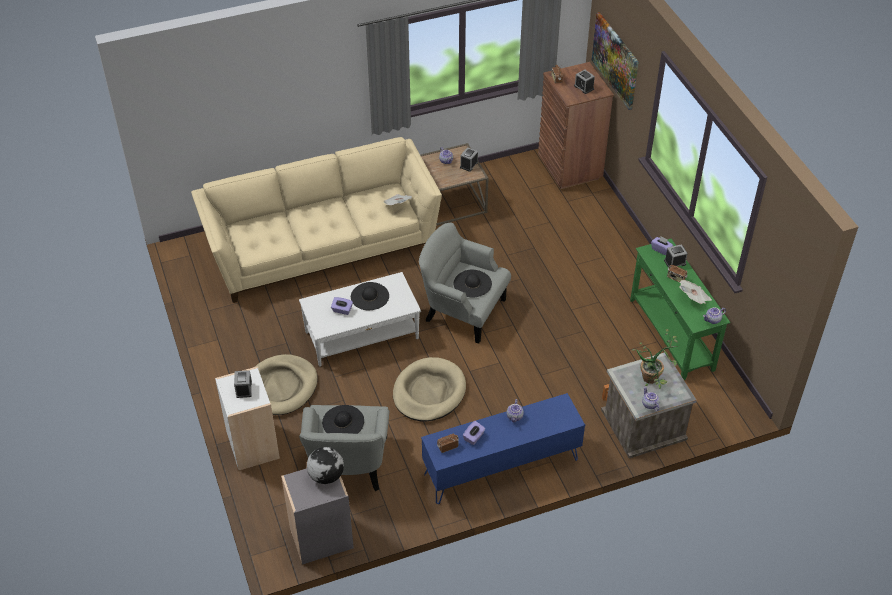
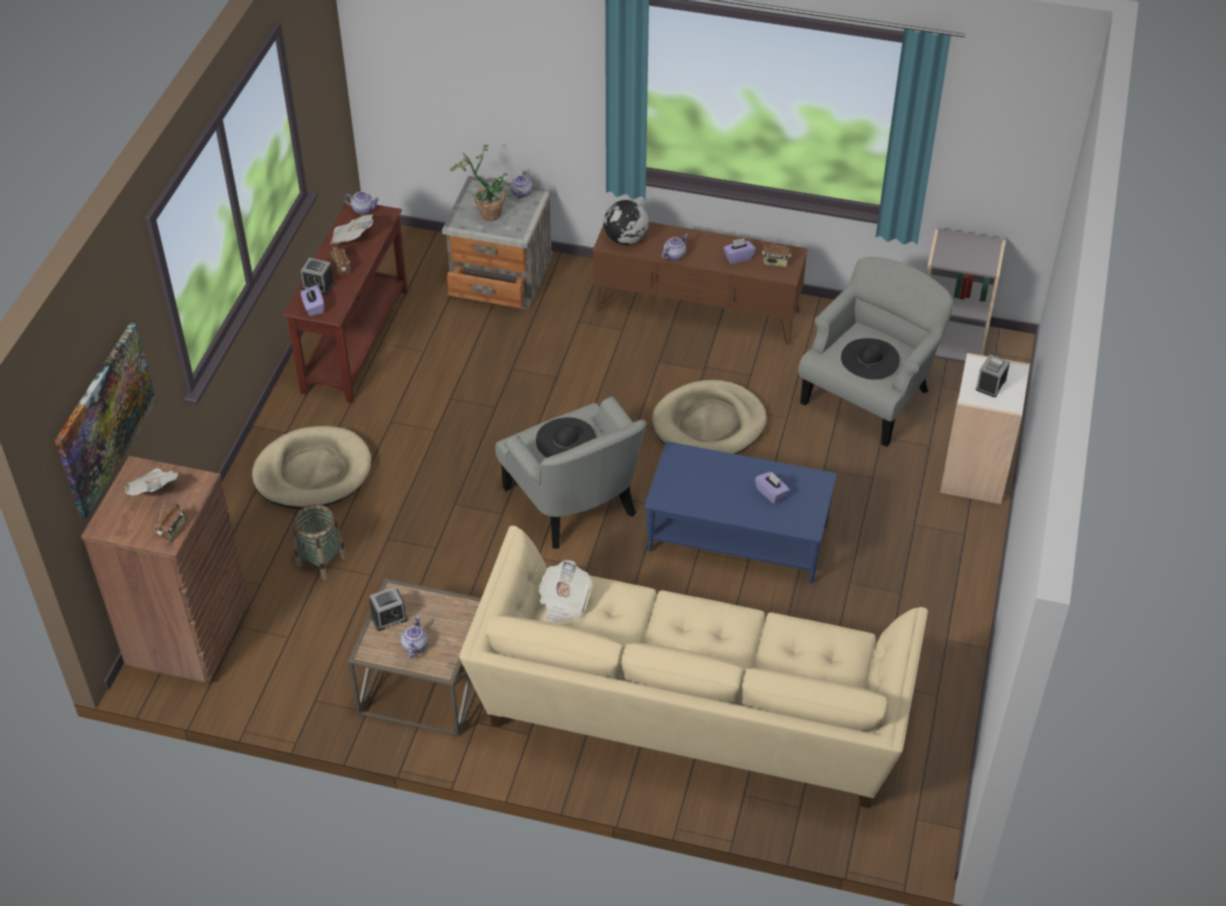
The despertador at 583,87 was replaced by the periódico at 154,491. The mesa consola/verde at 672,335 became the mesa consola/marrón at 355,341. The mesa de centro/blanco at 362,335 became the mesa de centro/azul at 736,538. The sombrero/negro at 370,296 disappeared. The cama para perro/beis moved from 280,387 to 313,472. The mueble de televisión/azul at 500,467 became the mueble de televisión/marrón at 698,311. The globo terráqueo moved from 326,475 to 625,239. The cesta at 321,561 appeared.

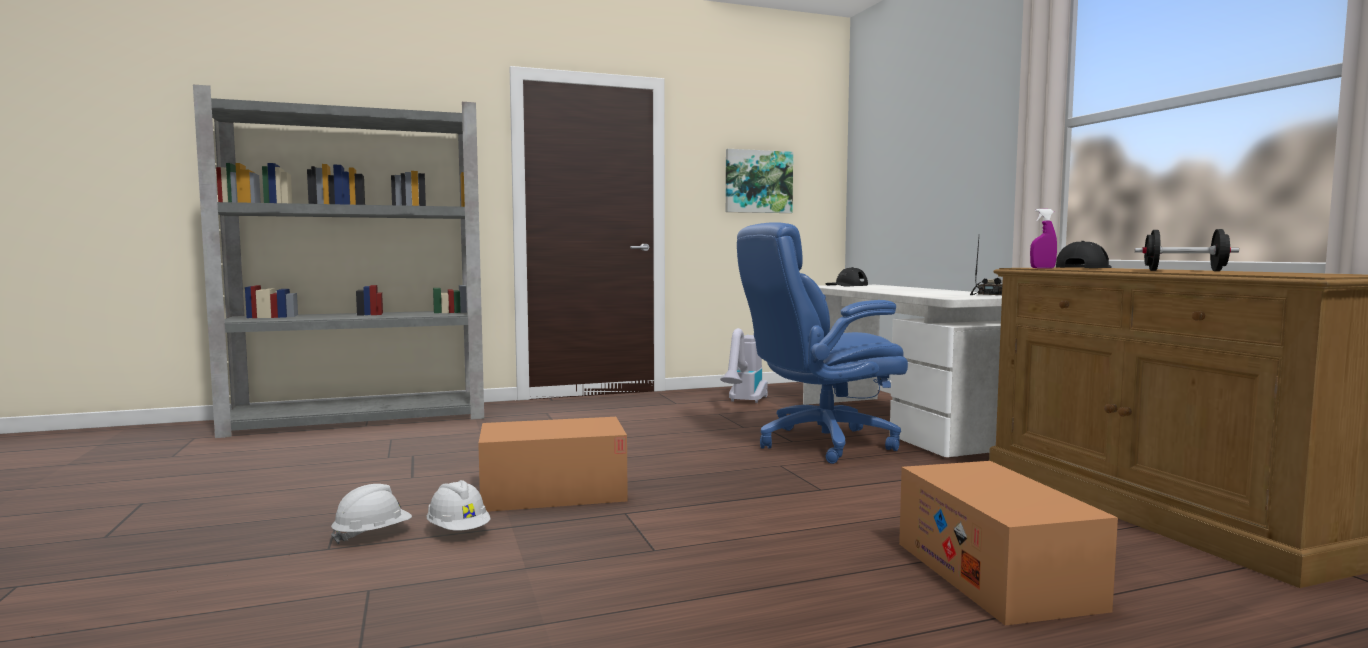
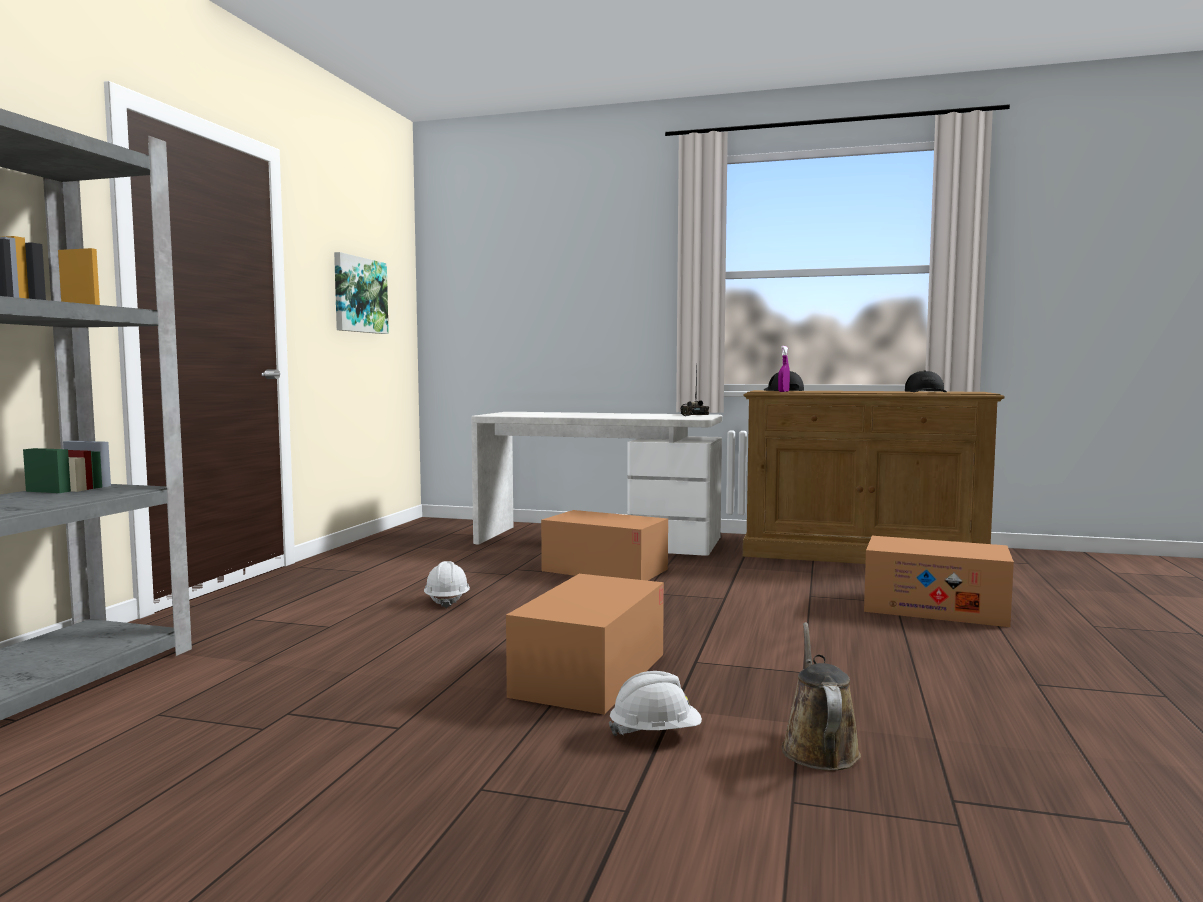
The silla de oficina/azul at 817,443 was replaced by the caja de cartón at 604,570. The mancuerna/negro at 1184,270 disappeared. The gorra/negro moved from 846,285 to 926,391. The aspiradora at 744,402 disappeared. The casco/blanco moved from 372,535 to 447,601. The regadera/marrón at 818,748 appeared.

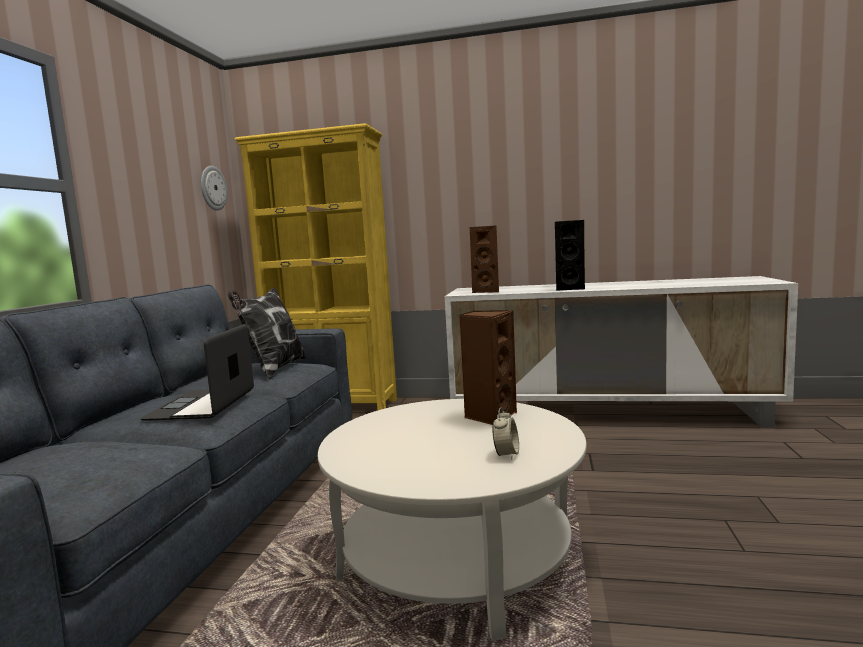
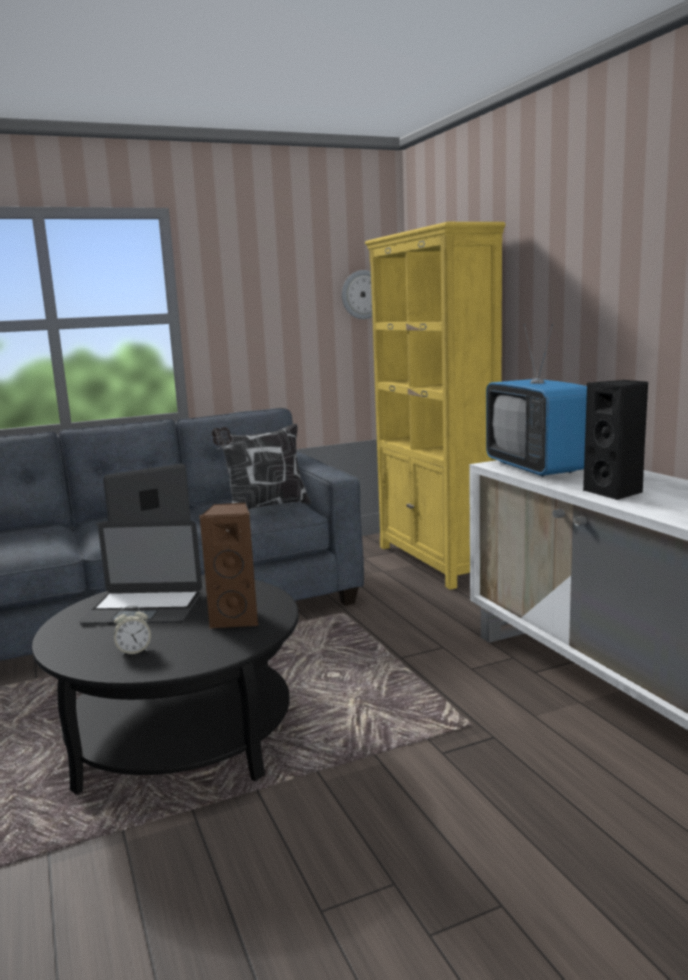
The altavoz/marrón at 488,291 was replaced by the televisor at 537,468. The mesa de centro/blanco at 456,557 became the mesa de centro/negro at 182,735. The portátil at 143,607 appeared.

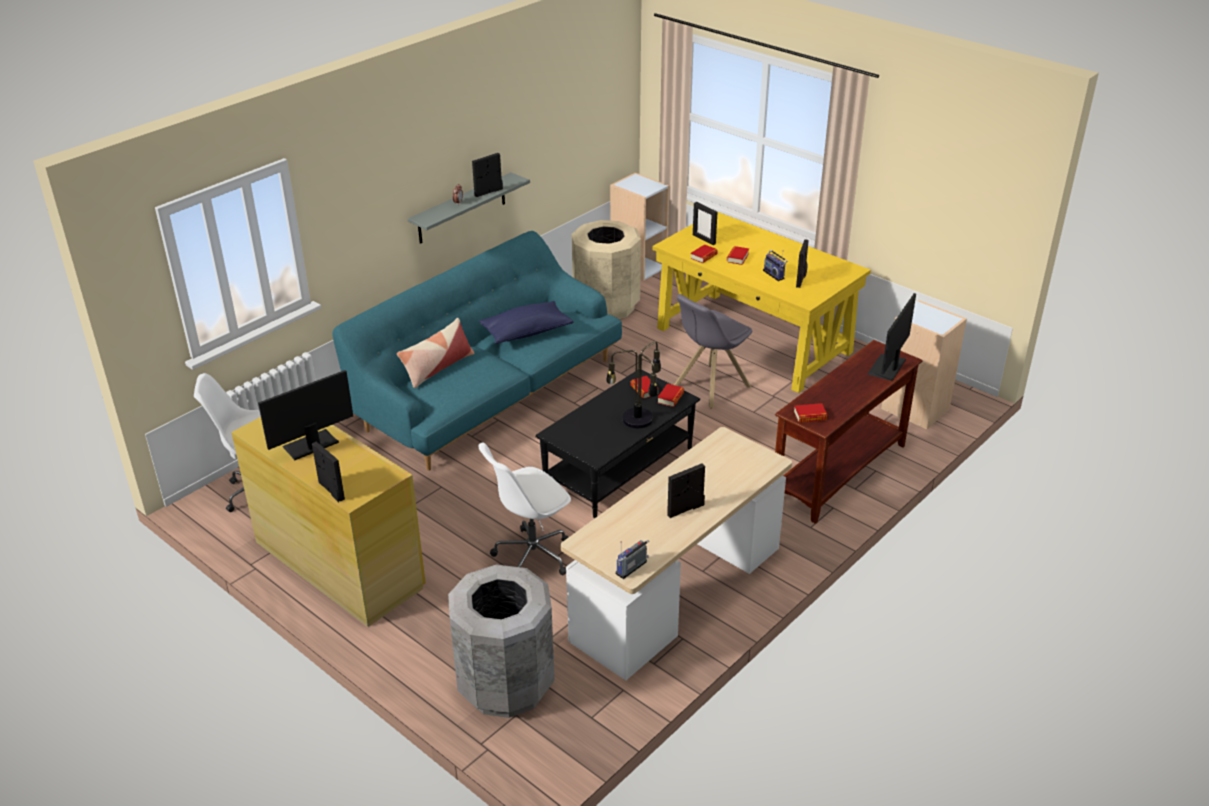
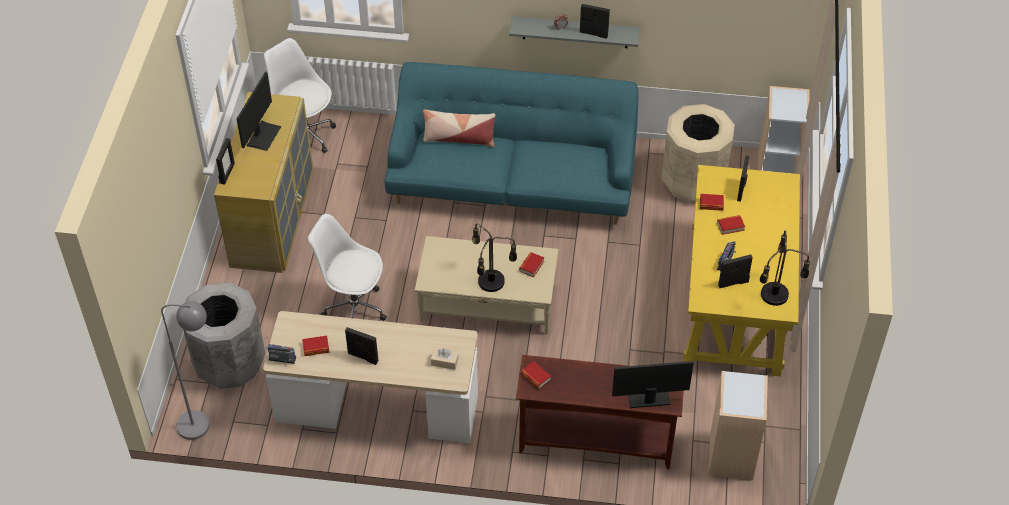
The silla/gris at 710,386 disappeared. The cojín/azul at 526,332 disappeared. The monitor at 310,445 turned 90 degrees clockwise. The mesa de centro/negro at 619,467 became the mesa de centro/beis at 488,304. The libro moved from 670,398 to 316,348. The lámpara de mesa at 775,295 appeared. The lámpara de pie/gris at 203,427 appeared. The caja de pañuelos/beis at 444,362 appeared.

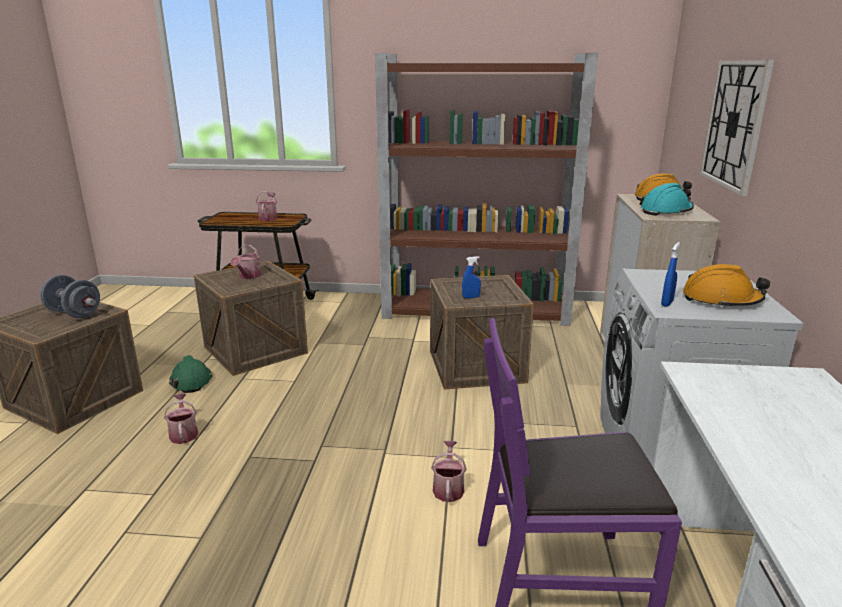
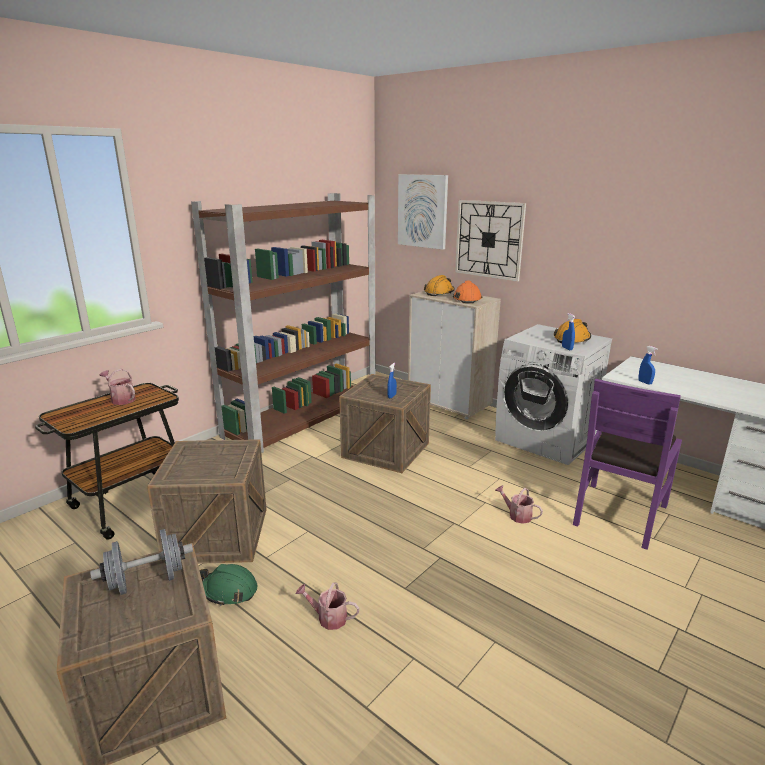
The casco/turquesa at 666,211 became the casco/naranja at 467,299. The regadera at 248,276 disappeared. The cuadro at 422,211 appeared. The pulverizador/azul at 645,382 appeared.

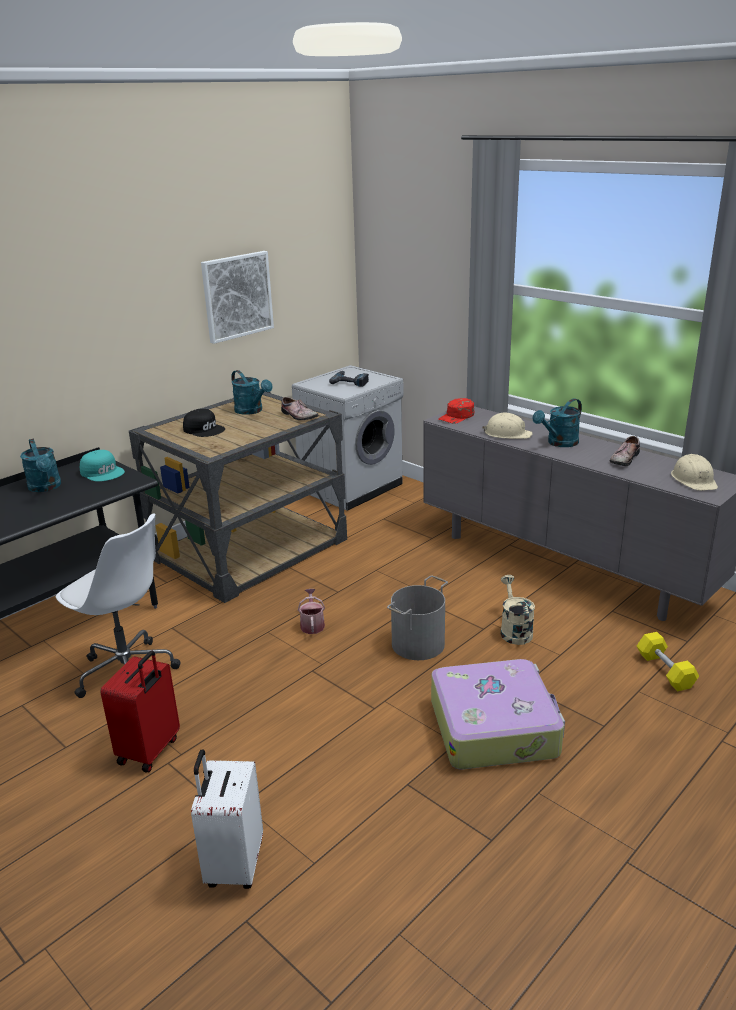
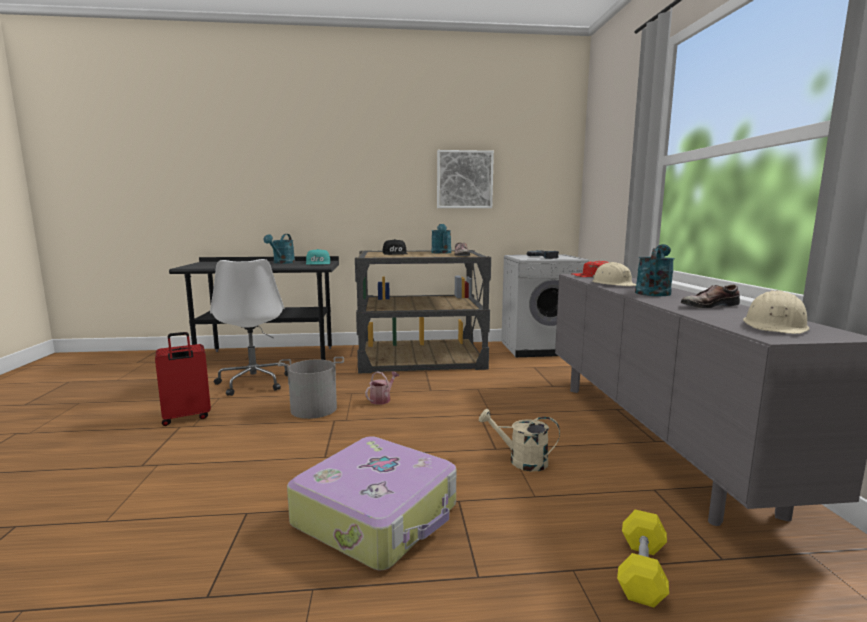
The regadera/turquesa at 559,443 turned 120 degrees clockwise. The cubo/gris moved from 418,644 to 314,409. The regadera/beis at 514,630 turned 105 degrees counterclockwise. The maleta/blanco at 233,865 disappeared.

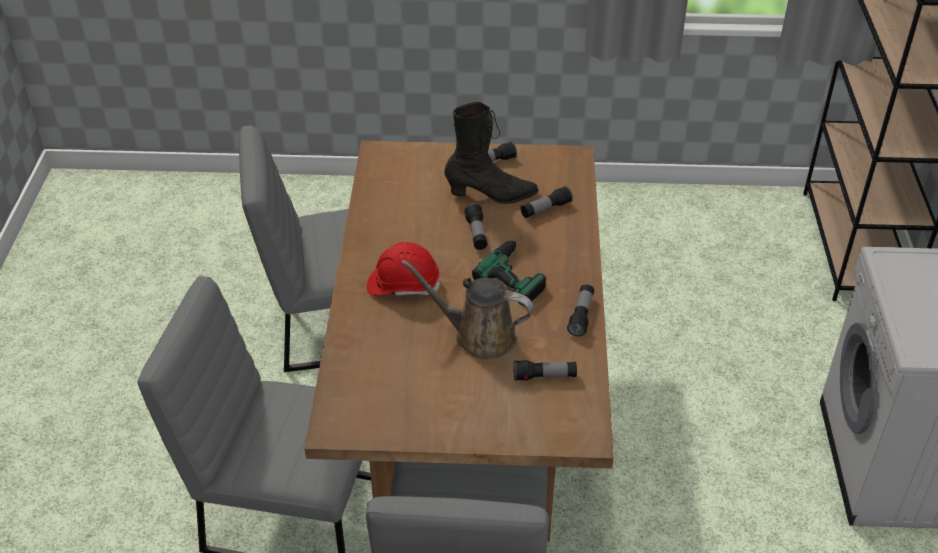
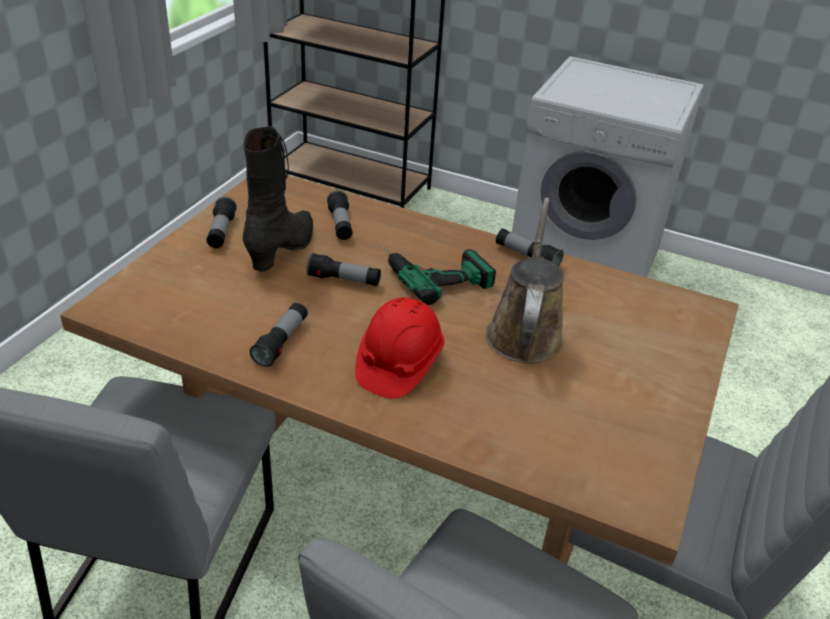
The regadera/marrón at 478,336 turned 150 degrees clockwise. The linterna moved from 544,377 to 281,342.

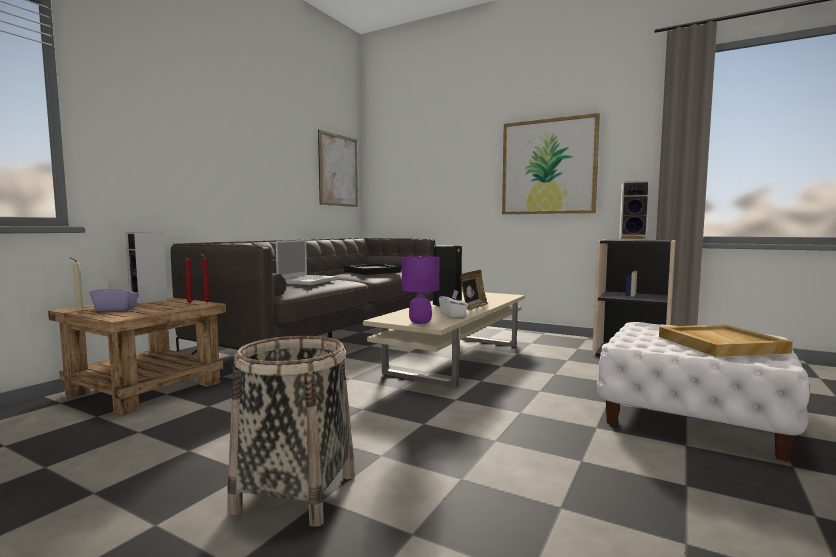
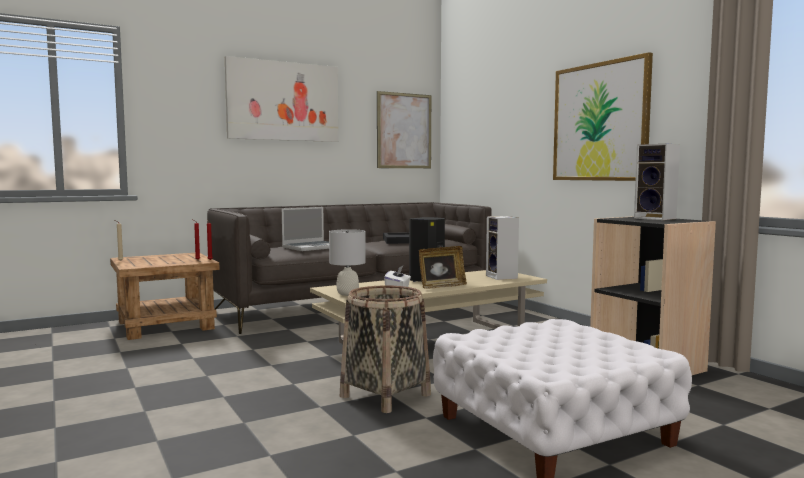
The altavoz moved from 149,300 to 502,277. The lámpara de mesa/morado at 419,322 became the lámpara de mesa/gris at 346,294. The caja de pañuelos/morado at 116,309 disappeared. The bandeja/beis at 719,344 disappeared. The cesta moved from 296,492 to 385,395. The cuadro at 283,101 appeared.

